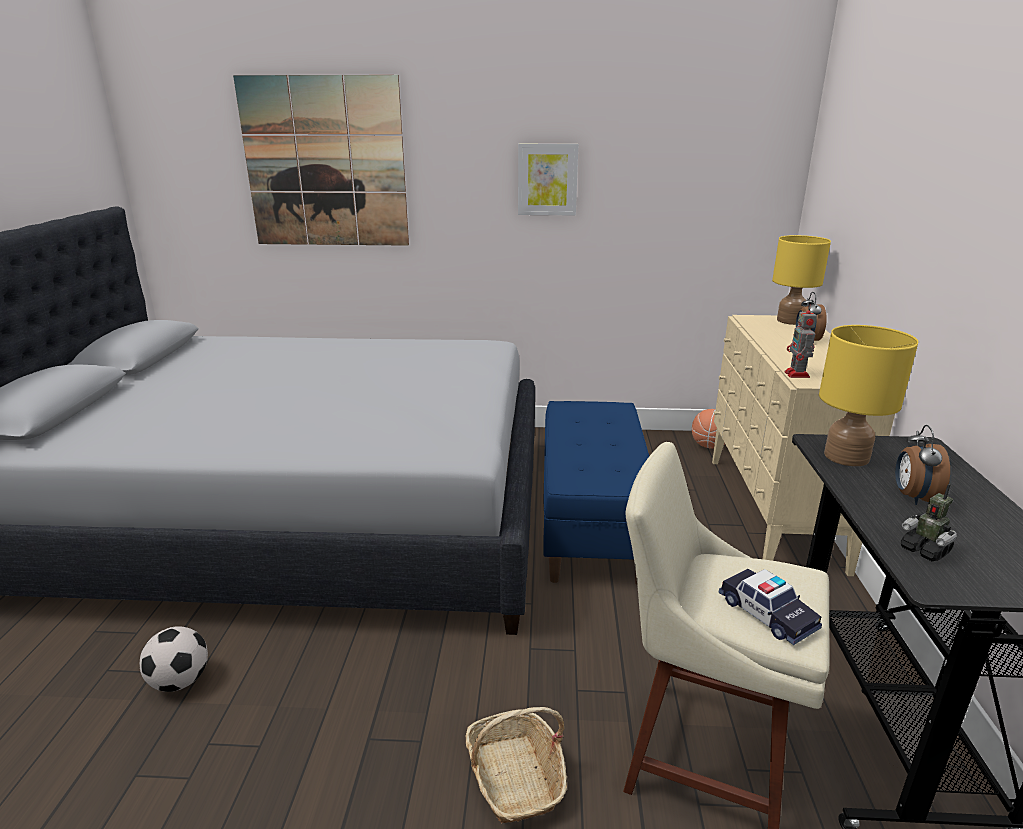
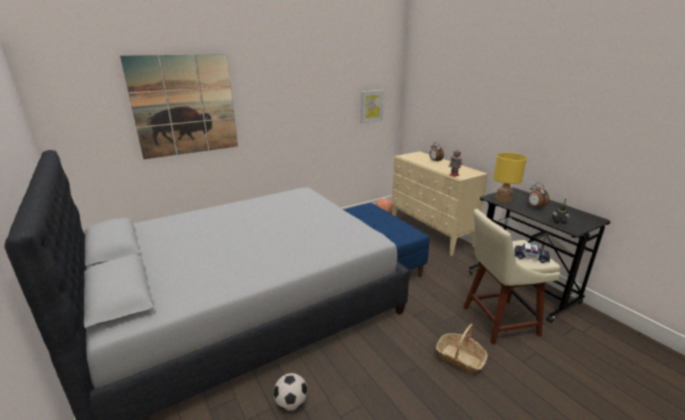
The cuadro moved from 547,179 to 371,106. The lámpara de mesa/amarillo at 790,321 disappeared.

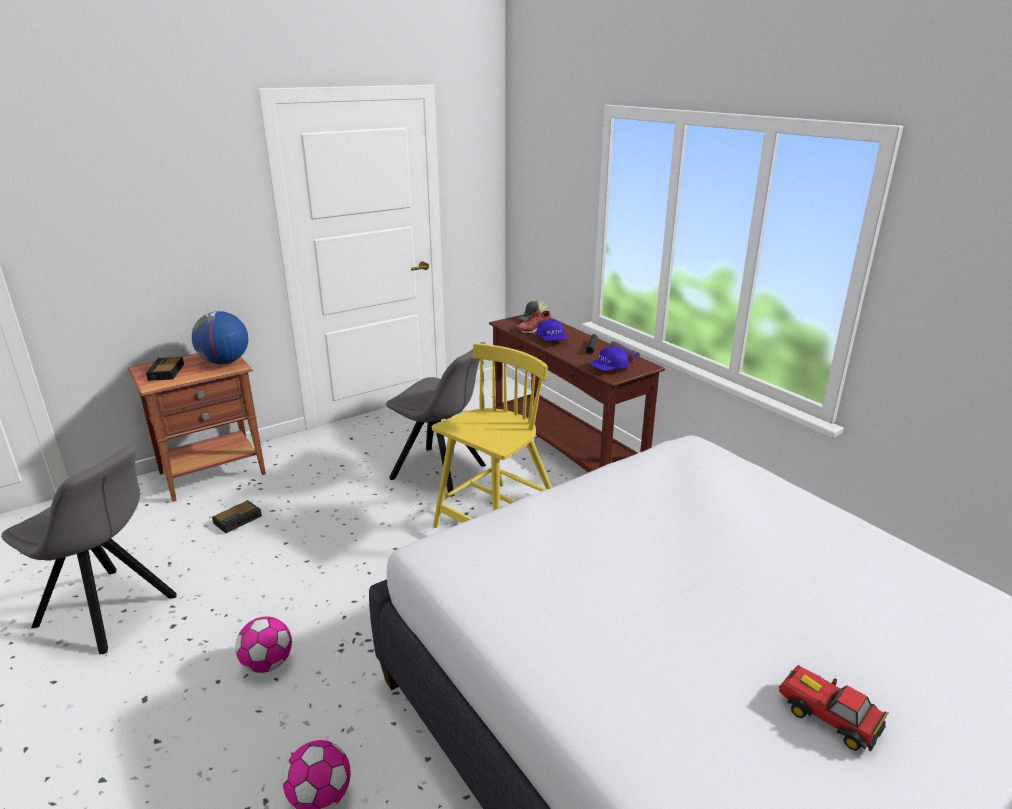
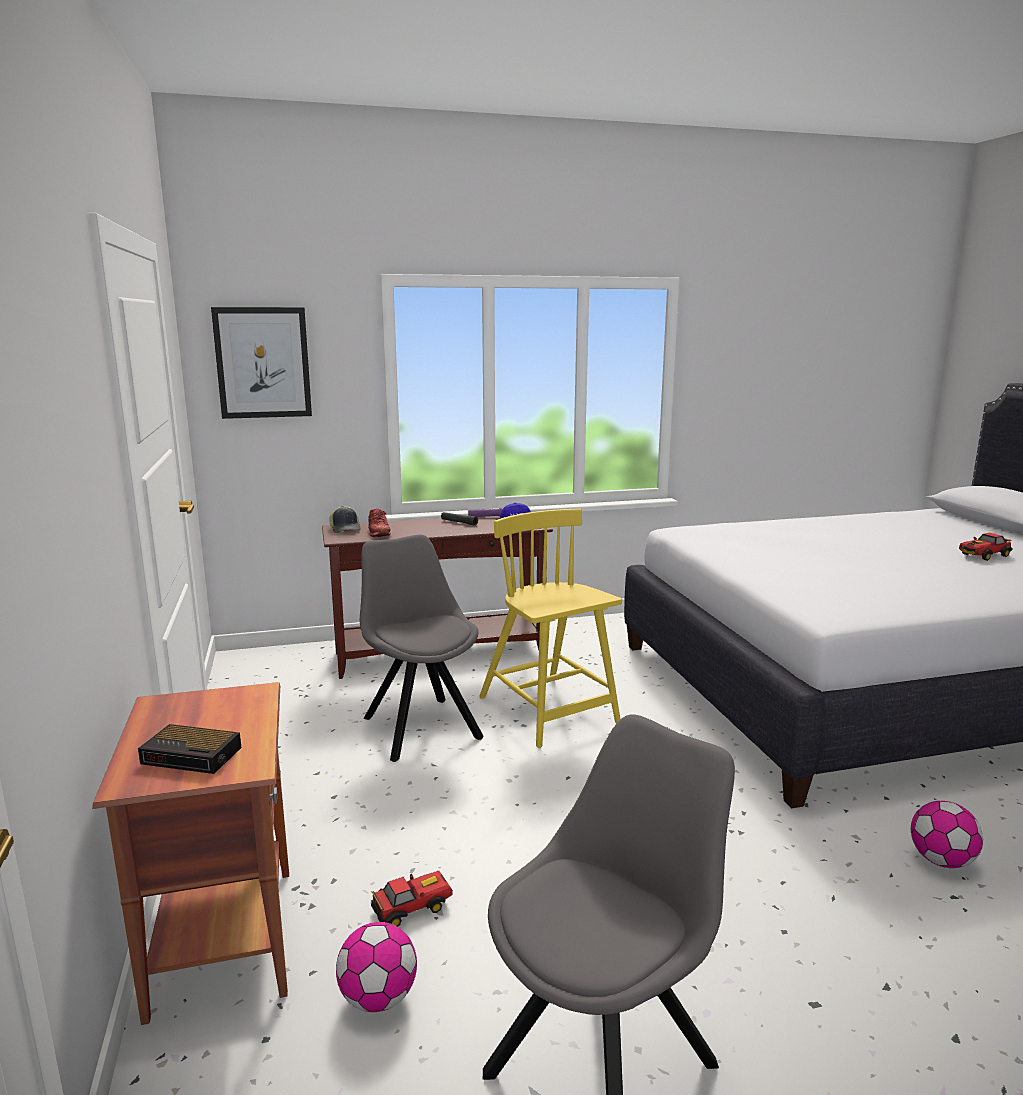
The globo terráqueo at 224,362 disappeared. The gorra/azul at 552,340 disappeared. The silla/gris at 439,472 turned 75 degrees counterclockwise. The despertador at 238,519 was replaced by the coche de juguete at 413,907. The balón de fútbol moved from 267,664 to 378,998. The cuadro at 263,363 appeared.

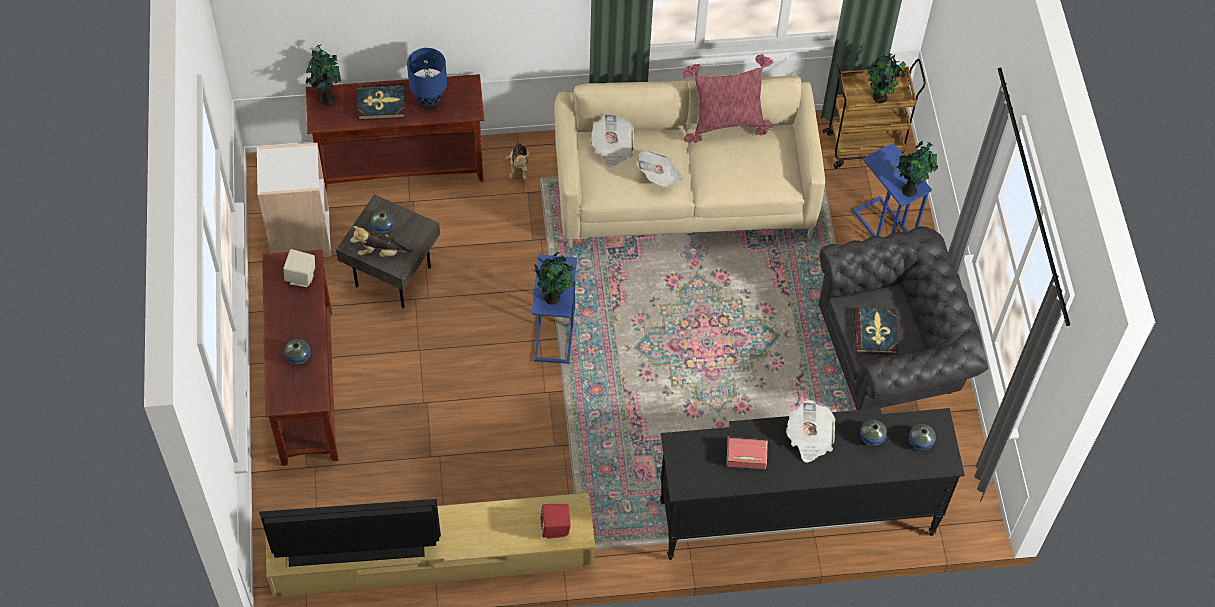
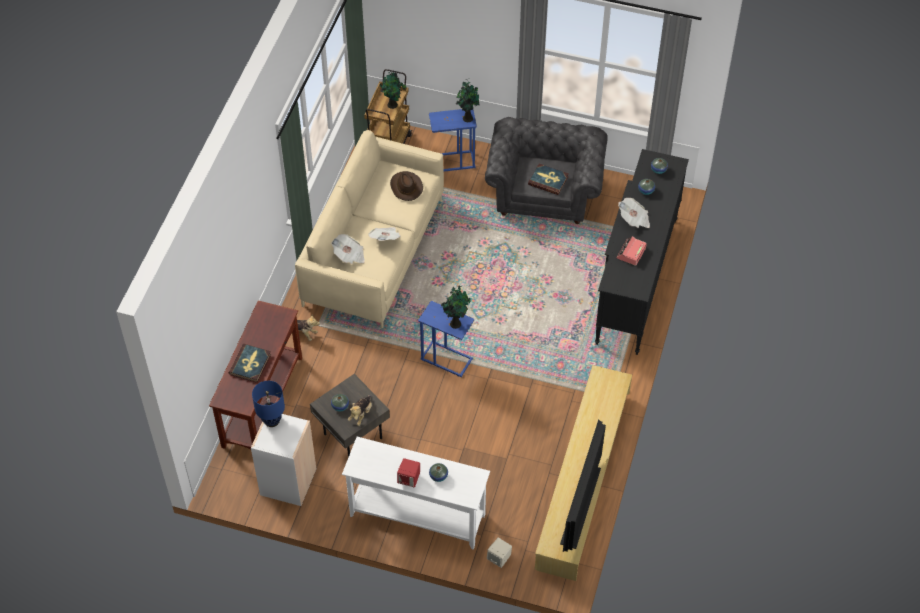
The planta en maceta at 326,98 disappeared. The lámpara de mesa/azul moved from 430,102 to 272,420. The cojín/rojo at 724,126 disappeared. The mesa consola/marrón at 307,386 became the mesa consola/blanco at 417,515. The altavoz/beis moved from 301,277 to 499,558. The altavoz/rojo moved from 555,528 to 409,479. The sombrero/marrón at 406,187 appeared.

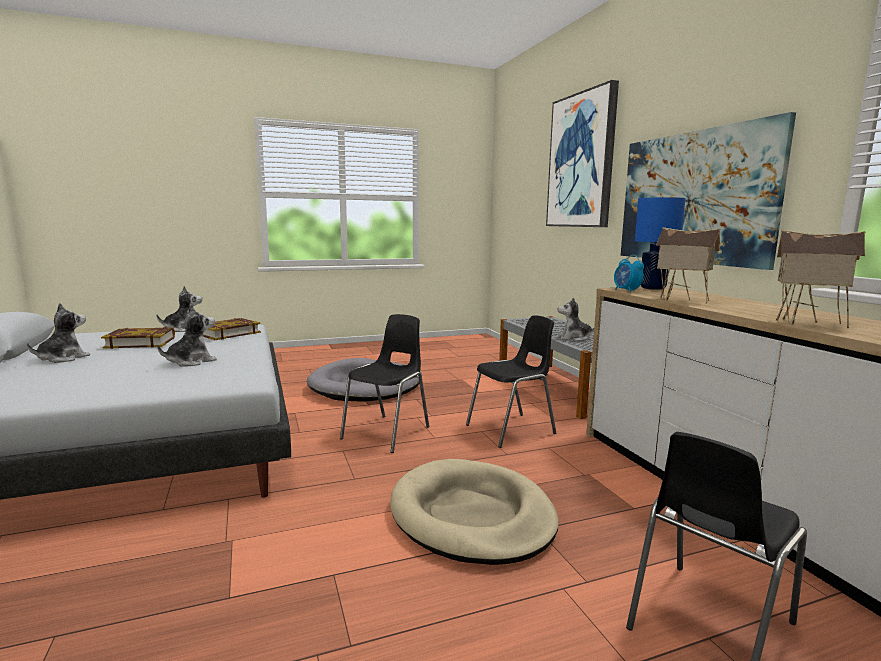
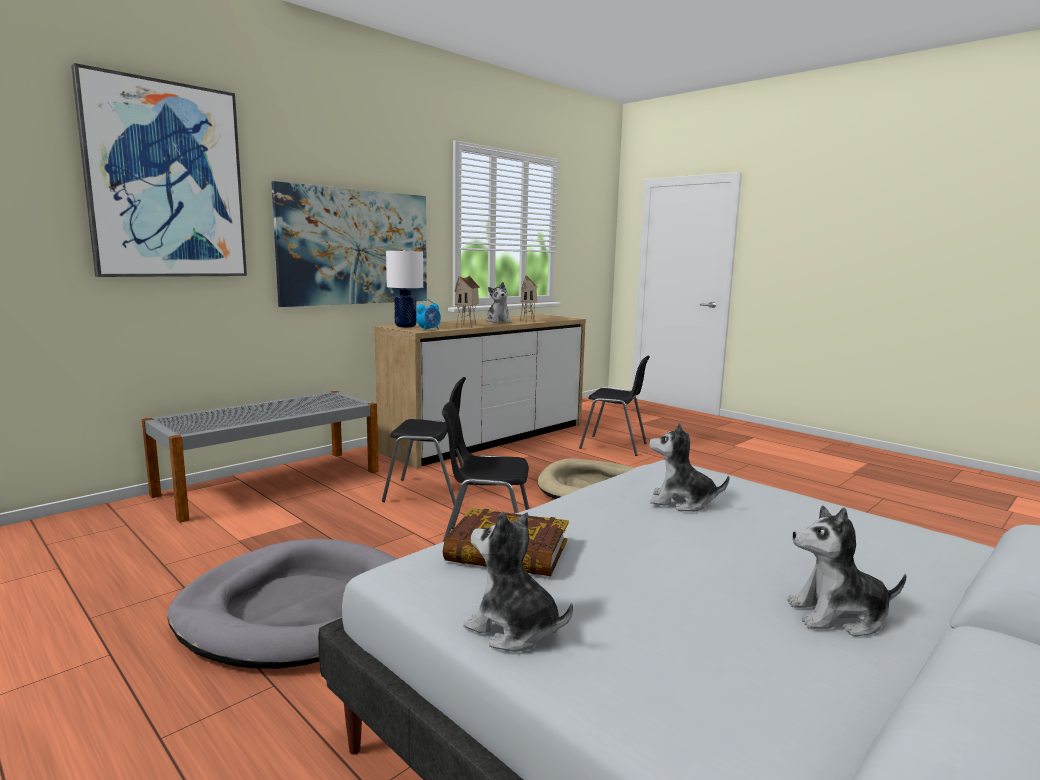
The lámpara de mesa/azul at 652,289 became the lámpara de mesa/blanco at 405,327. The peluche moved from 574,338 to 498,321. The silla/negro at 512,430 turned 150 degrees clockwise. The libro at 141,342 disappeared.

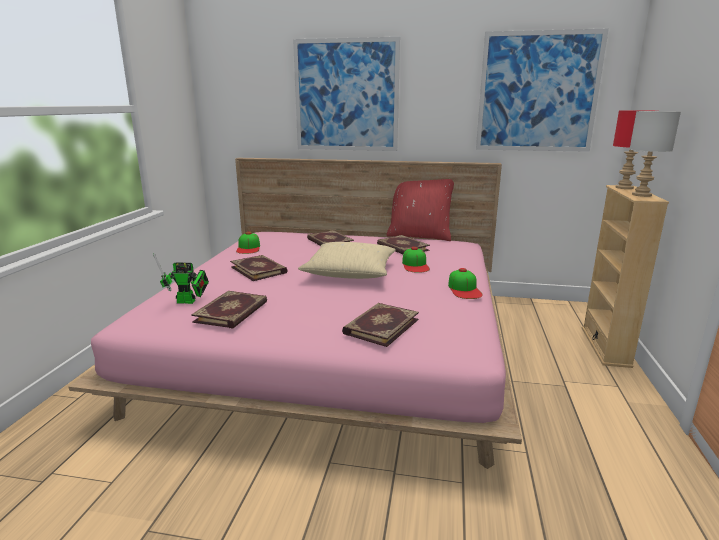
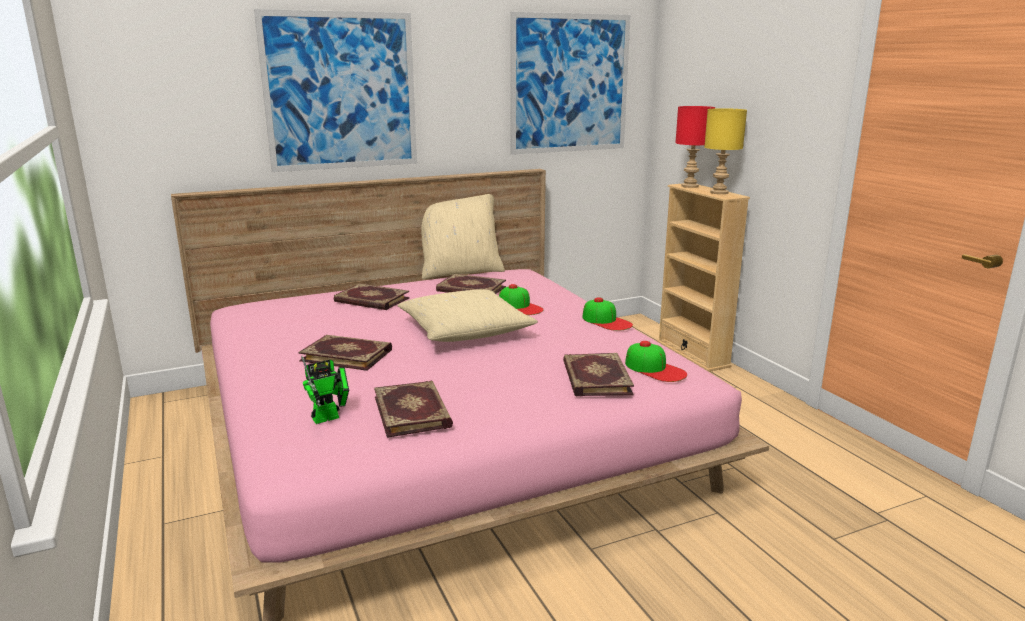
The lámpara de mesa/gris at 640,195 became the lámpara de mesa/amarillo at 718,192. The cojín/rojo at 419,236 became the cojín/beis at 460,271. The gorra moved from 248,248 to 655,369.

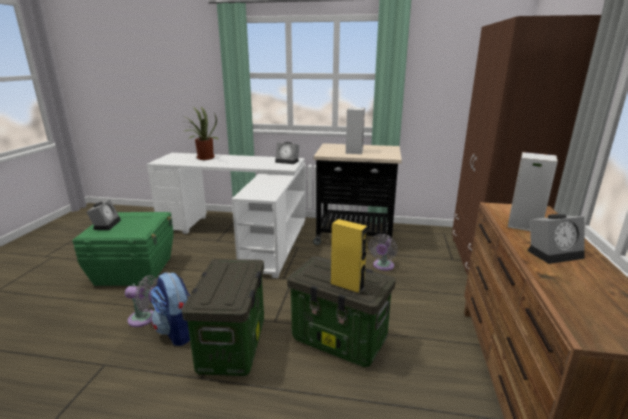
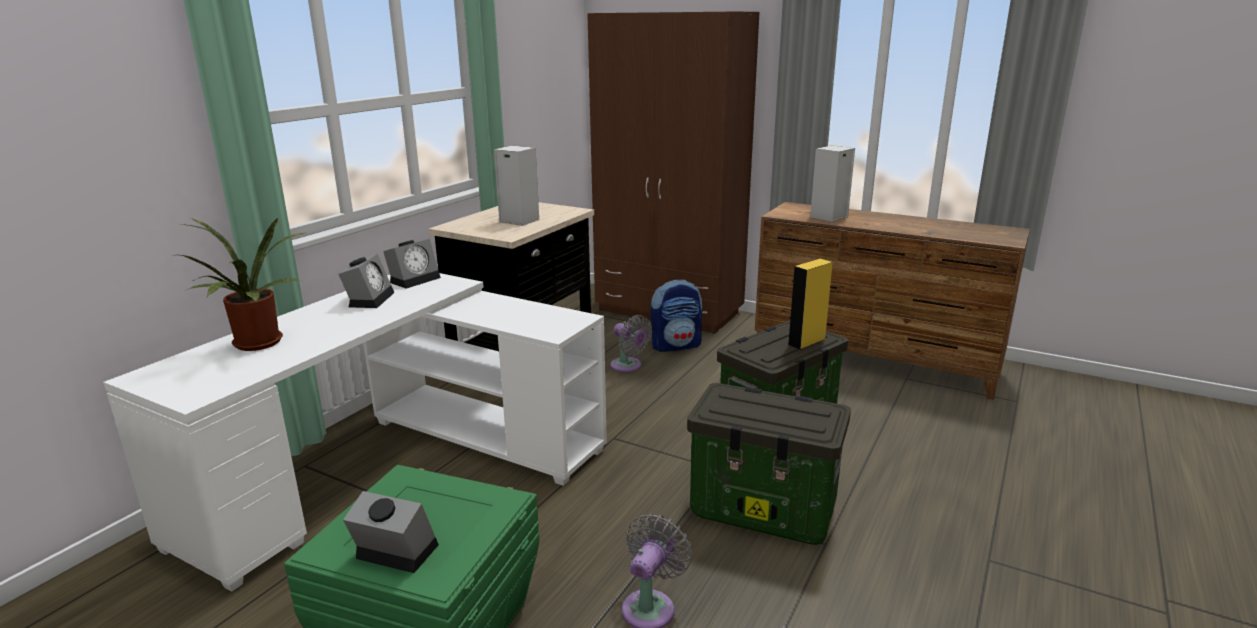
The despertador moved from 554,253 to 370,299. The mochila moved from 179,332 to 676,345.

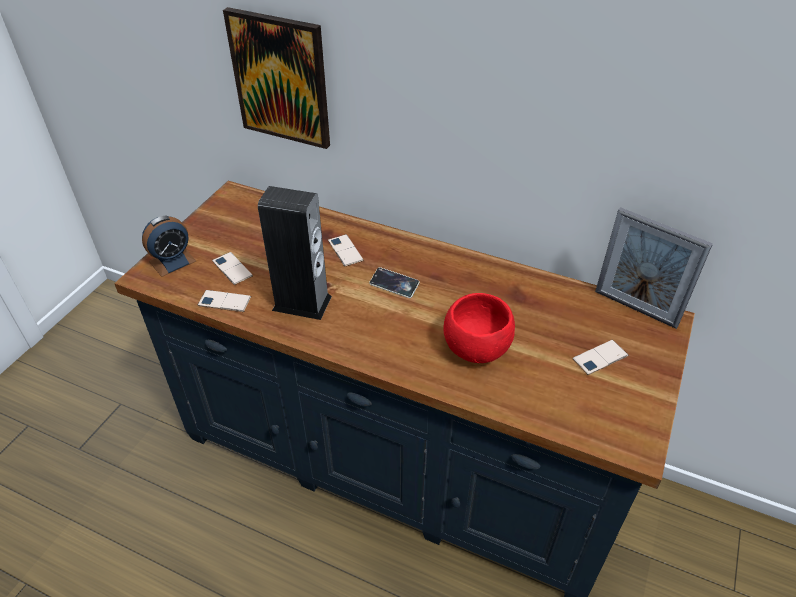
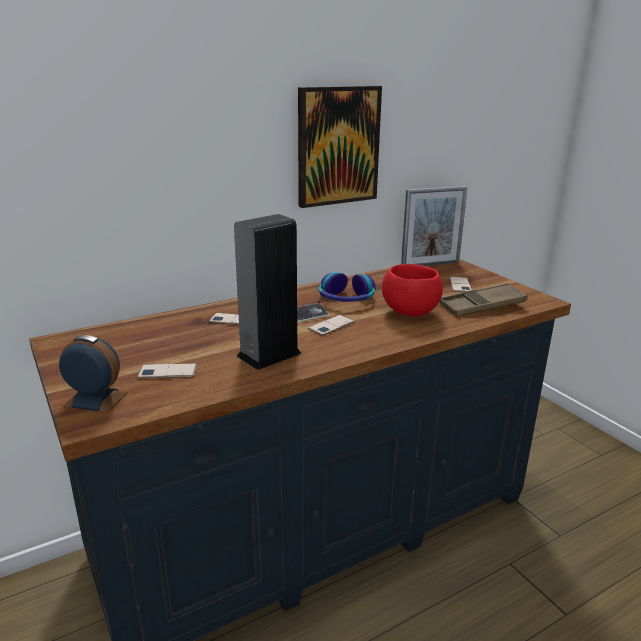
The cuadro moved from 281,79 to 338,146. The despertador at 172,261 turned 75 degrees counterclockwise. The móvil moved from 224,301 to 331,326. The auriculares at 346,299 appeared. The bandeja/marrón at 482,306 appeared.

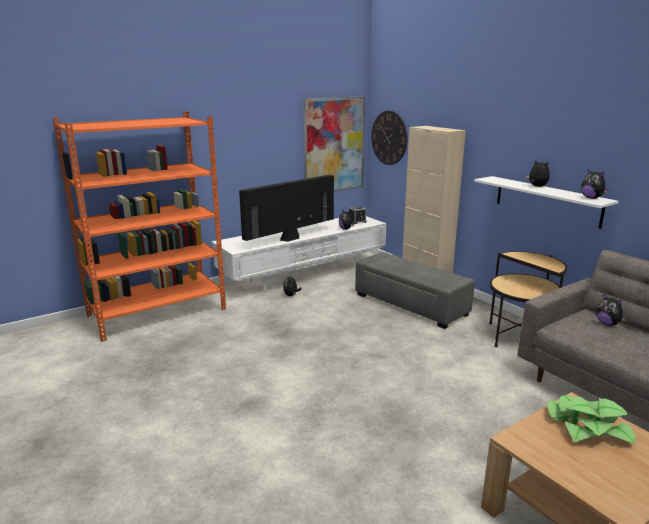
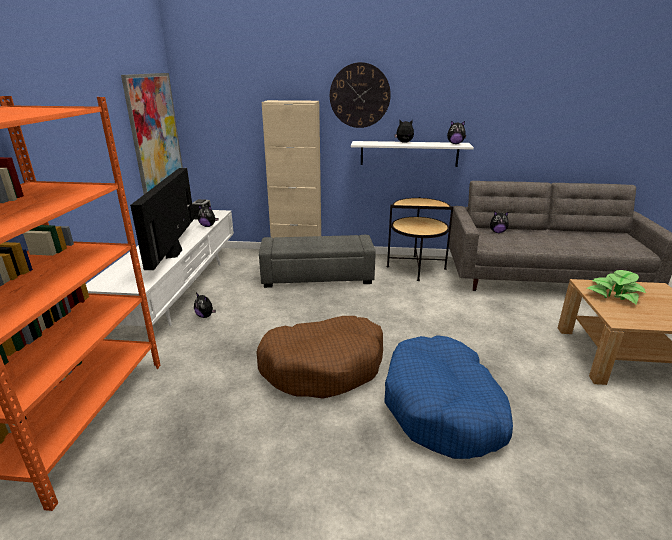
The reloj de pared moved from 389,138 to 359,95. The cama para perro/marrón at 323,366 appeared. The cama para perro/azul at 443,408 appeared.

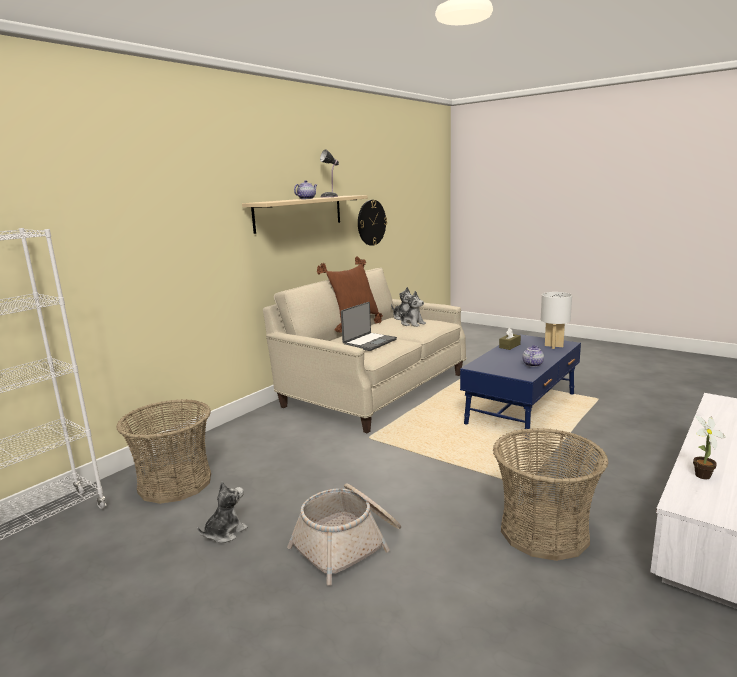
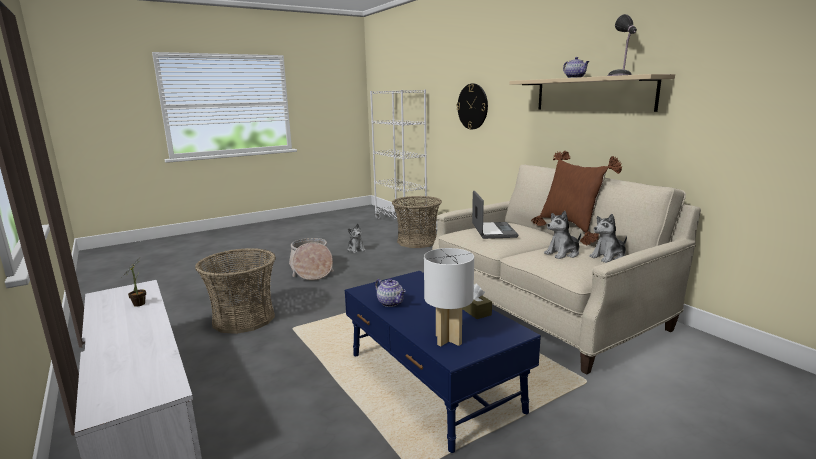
The reloj de pared moved from 371,222 to 472,106. The portátil at 369,342 turned 150 degrees counterclockwise.

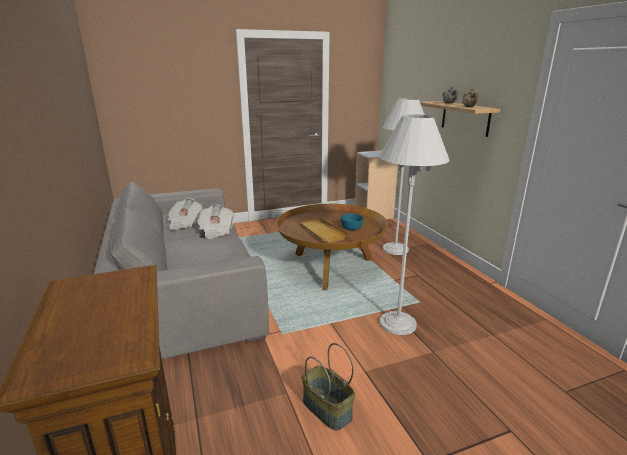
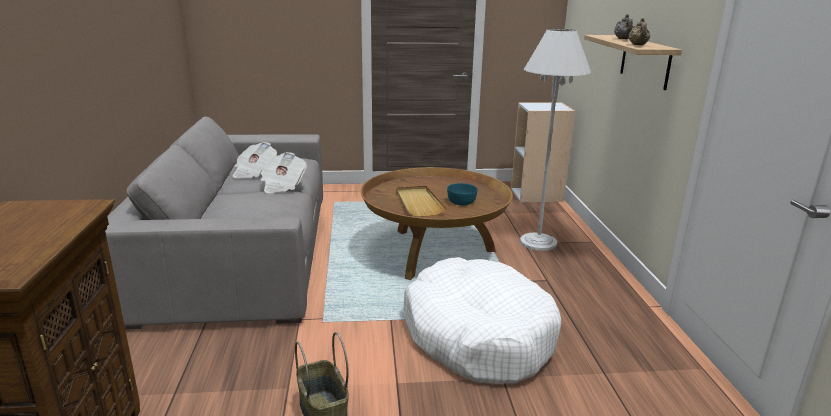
The lámpara de pie/blanco at 398,323 was replaced by the cama para perro/blanco at 478,335.

